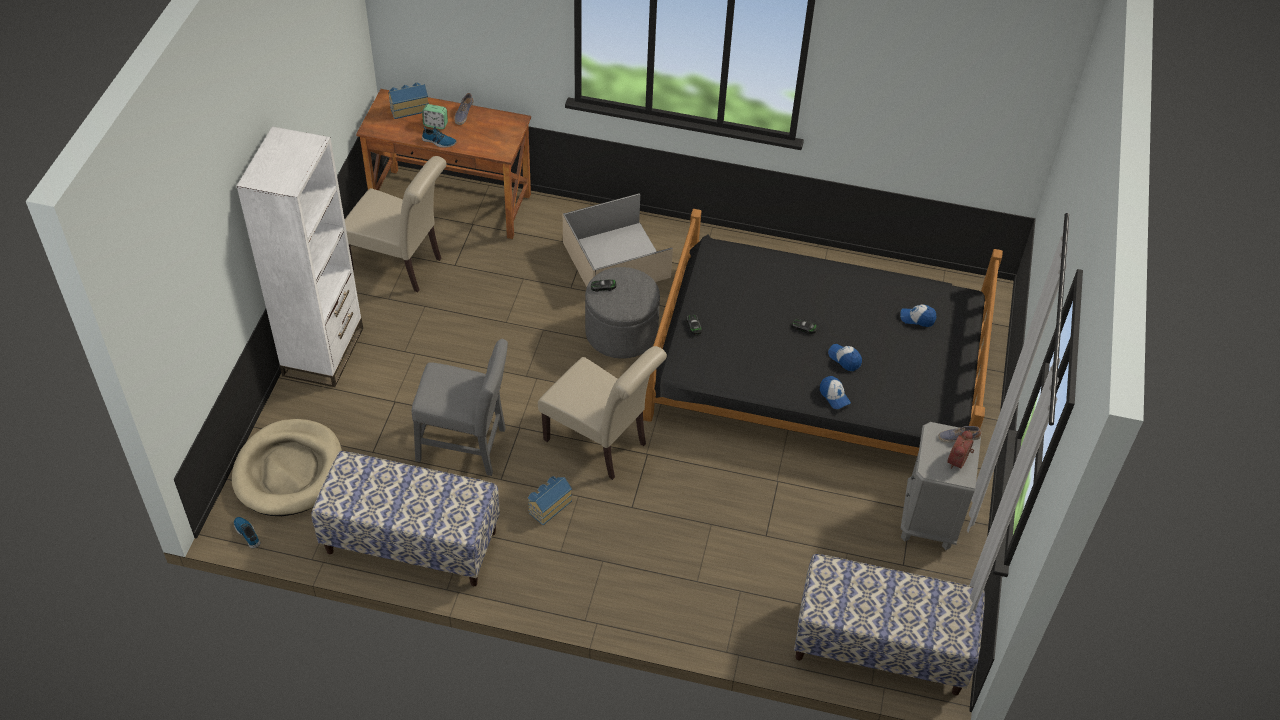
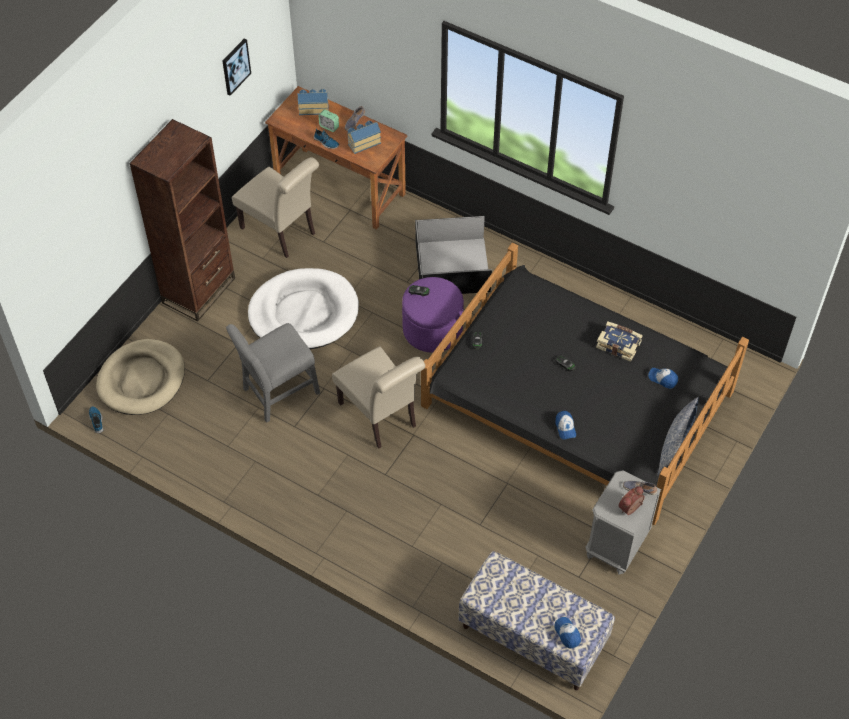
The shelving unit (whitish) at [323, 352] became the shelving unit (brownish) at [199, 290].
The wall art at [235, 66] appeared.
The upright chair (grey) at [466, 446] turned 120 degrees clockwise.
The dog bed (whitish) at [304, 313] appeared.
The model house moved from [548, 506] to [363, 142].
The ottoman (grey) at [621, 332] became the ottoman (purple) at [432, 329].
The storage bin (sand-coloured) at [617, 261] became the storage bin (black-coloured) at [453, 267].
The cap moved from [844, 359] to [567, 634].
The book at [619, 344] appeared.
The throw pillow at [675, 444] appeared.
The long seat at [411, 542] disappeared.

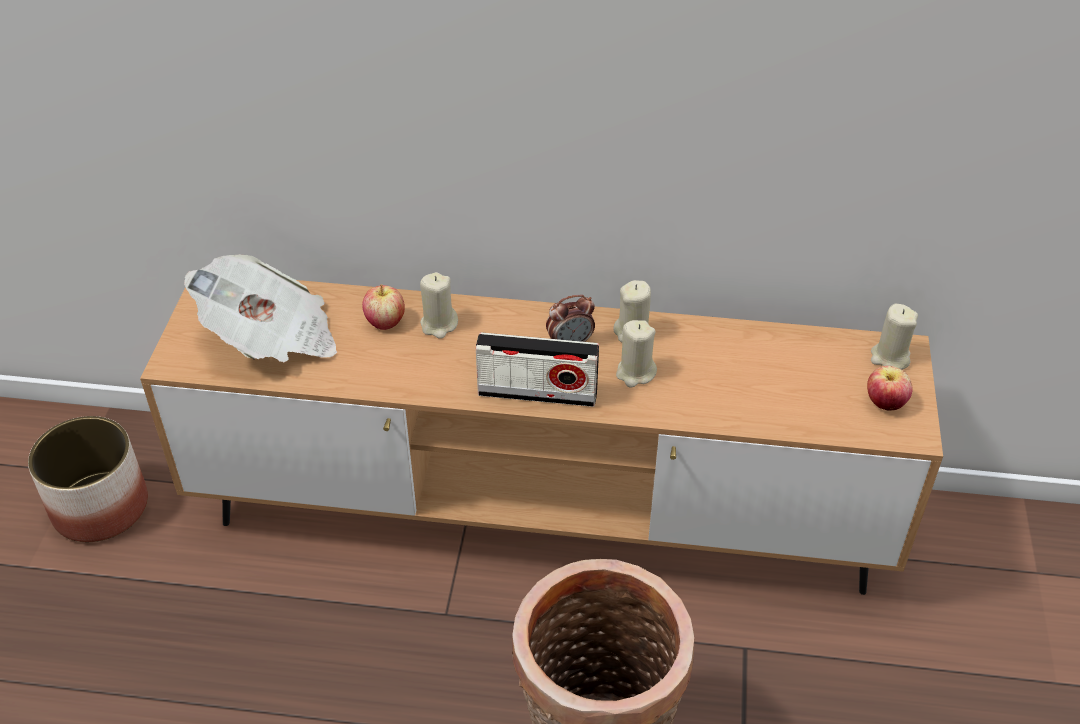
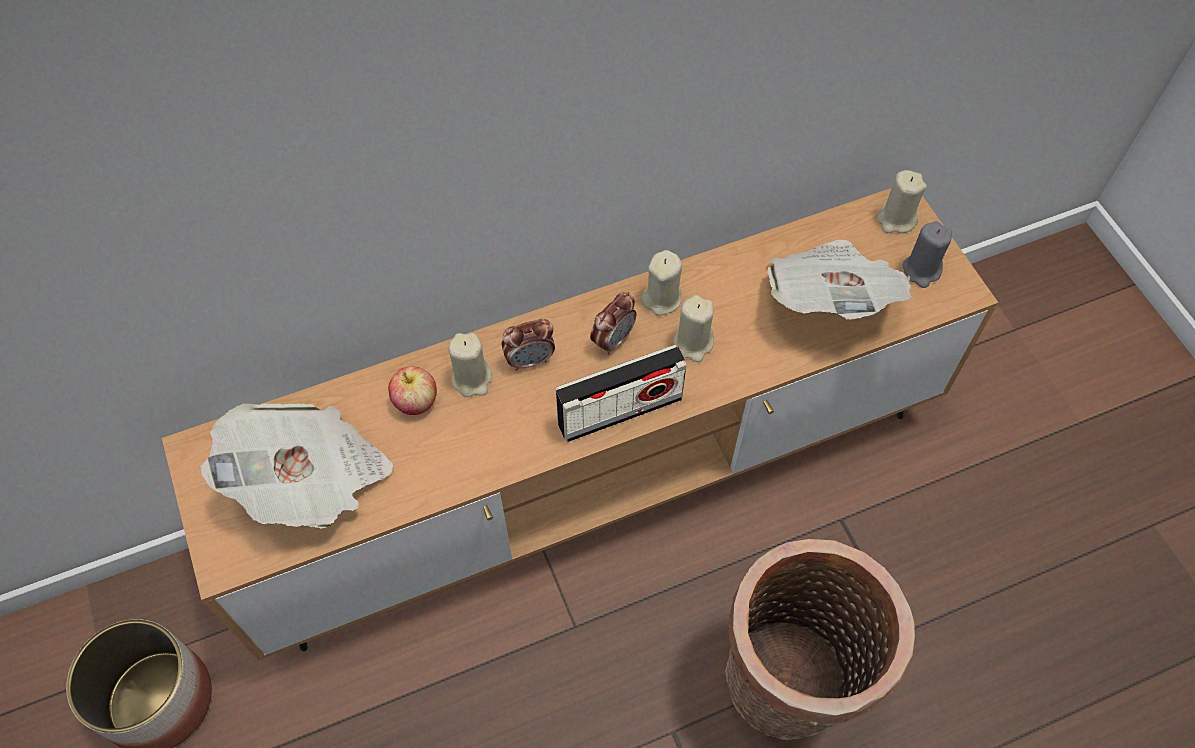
The alarm clock at [530, 360] appeared.
The printed paper at [830, 299] appeared.
The whole apple at [885, 403] was replaced by the wax candle (grey) at [921, 270].

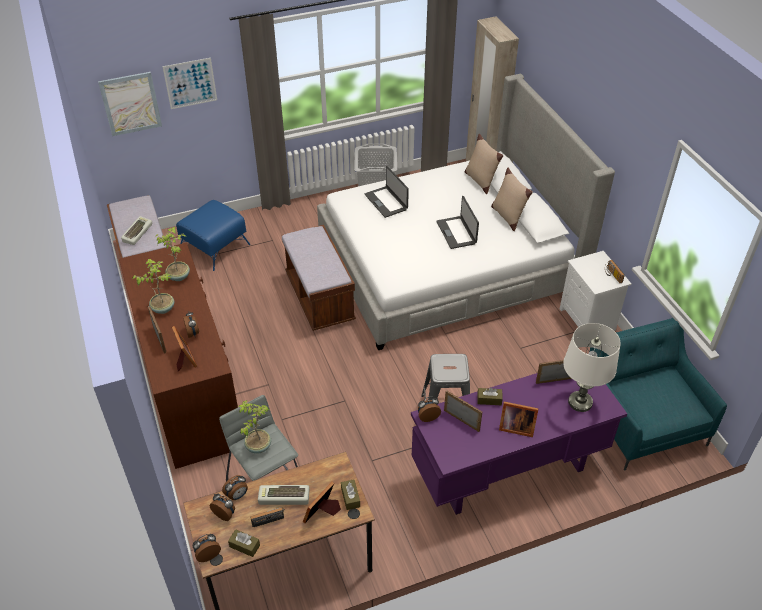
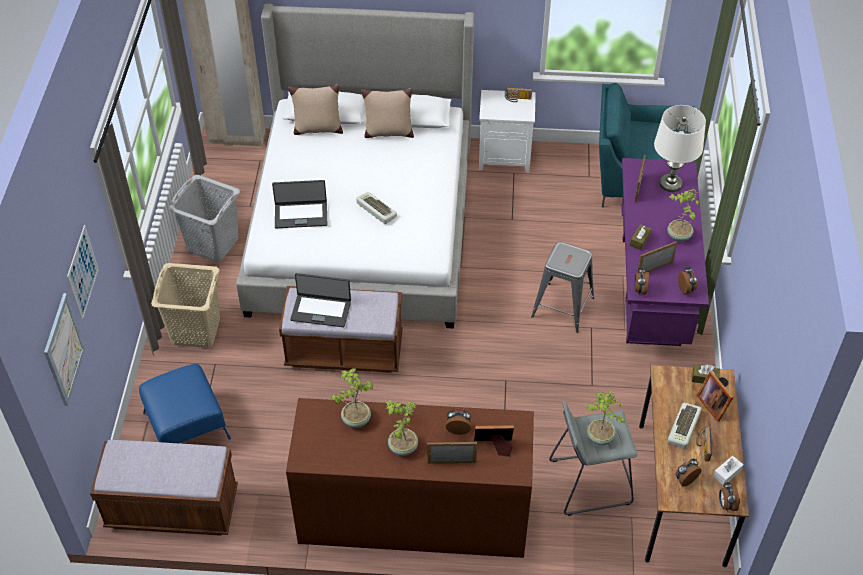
The hamper (sand-coloured) at [195, 330] appeared.
The portable computer moved from [457, 232] to [321, 310].
The keyboard moved from [137, 232] to [375, 210].
The standing frame at [515, 427] was replaced by the houseplant at [678, 236].
The alarm clock moved from [237, 495] to [686, 289].
The tissue holder (brownish) at [244, 546] became the tissue holder (whitish) at [727, 473].

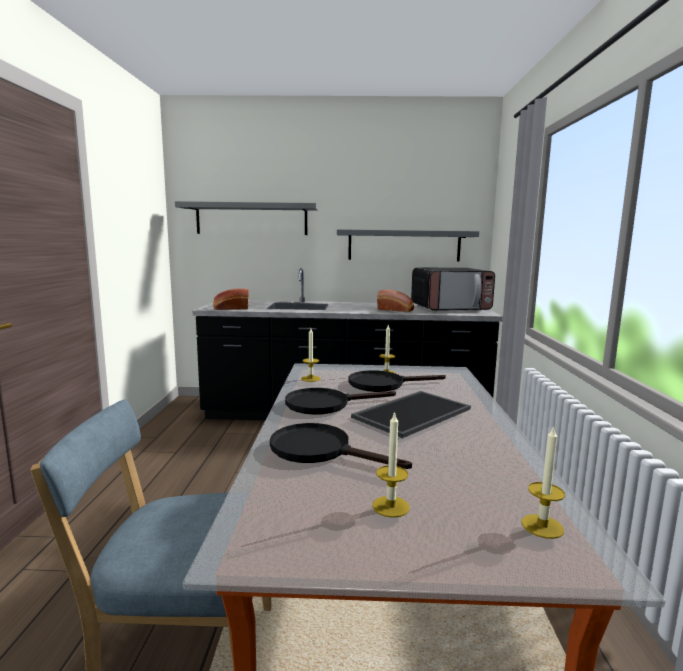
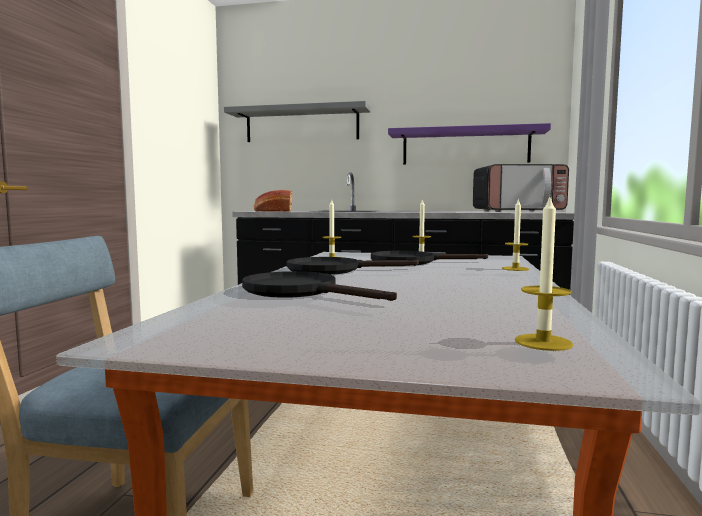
The bracket shelf (grey) at [404, 245] became the bracket shelf (purple) at [465, 147].
The wax candle moved from [390, 506] to [515, 269].
The carrying tray at [411, 412] disappeared.
The baked bread at [396, 310] disappeared.

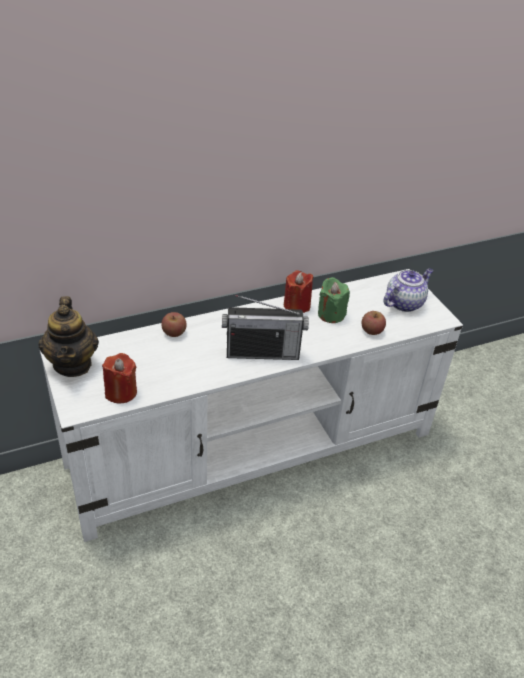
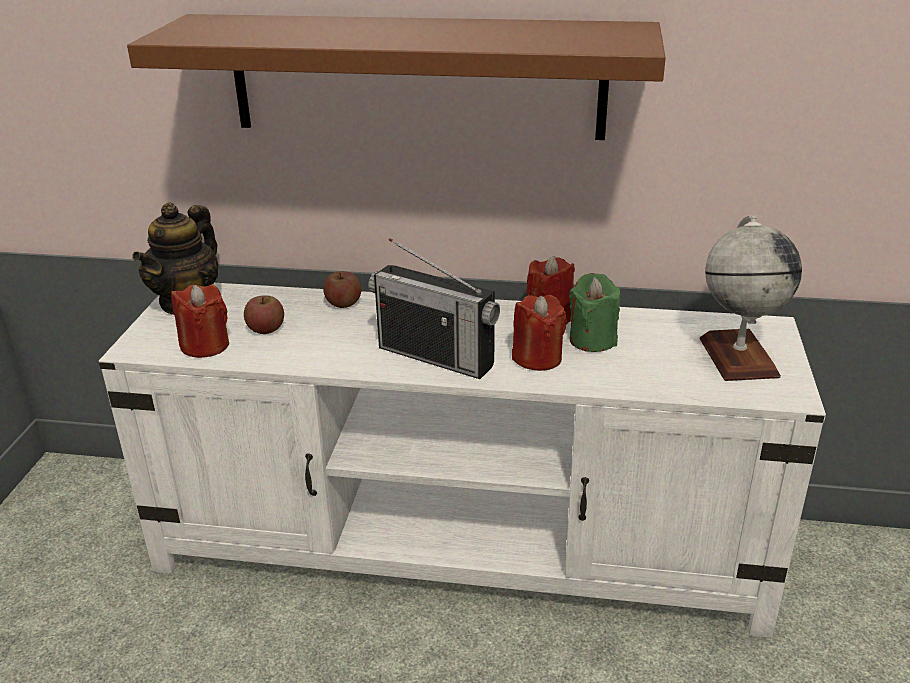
The bracket shelf (brownish) at [416, 76] appeared.
The whole apple moved from [372, 330] to [266, 329].
The wax candle (red) at [537, 358] appeared.
The pot for tea at [404, 303] was replaced by the desk globe at [737, 357].

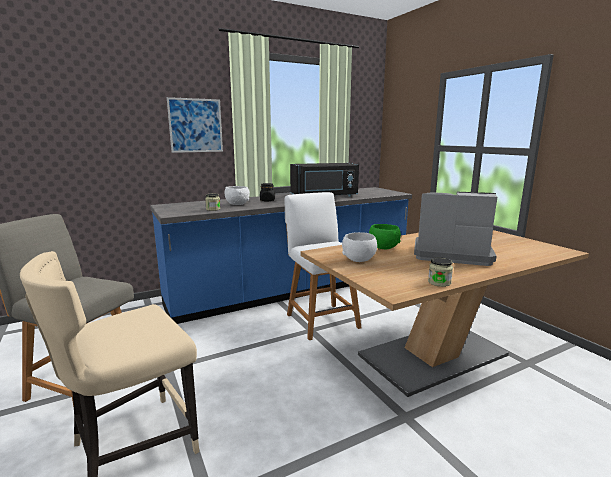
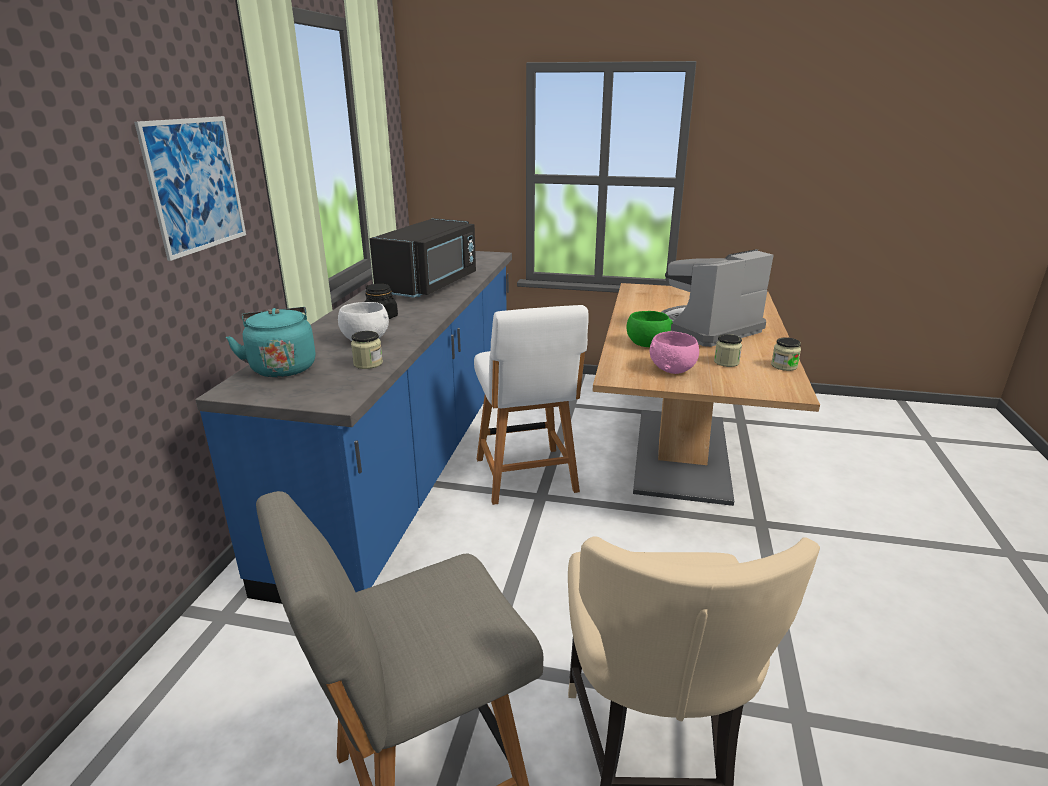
The kettle (turquoise) at [282, 367] appeared.
The upright chair (whitish) at [321, 320] turned 120 degrees counterclockwise.
The bowl (whitish) at [359, 260] became the bowl (pinkish) at [673, 369].
The storage jar at [726, 362] appeared.

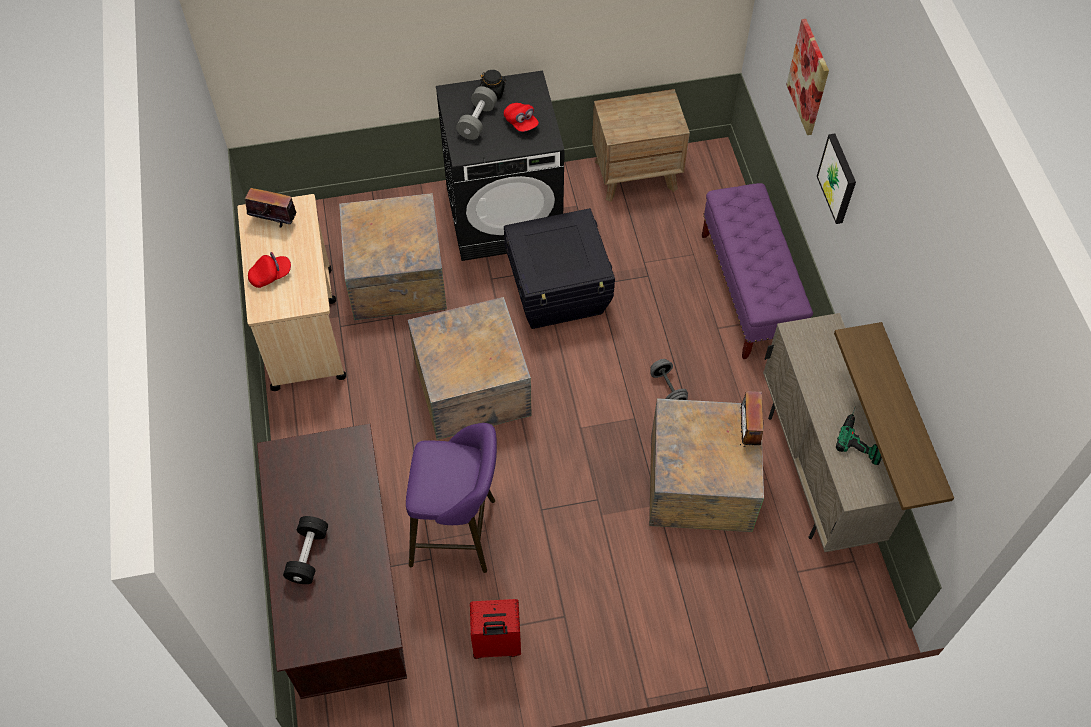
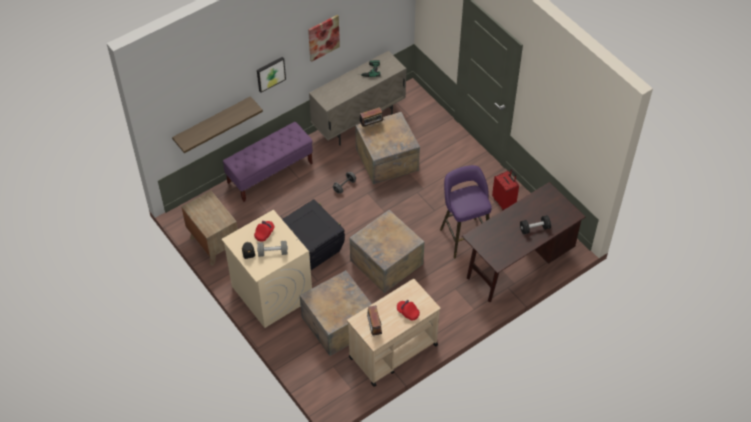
The bracket shelf moved from [910, 417] to [212, 123].
The washing machine (black-coloured) at [504, 215] became the washing machine (sand-coloured) at [271, 292].
The wall art moved from [809, 77] to [323, 37].

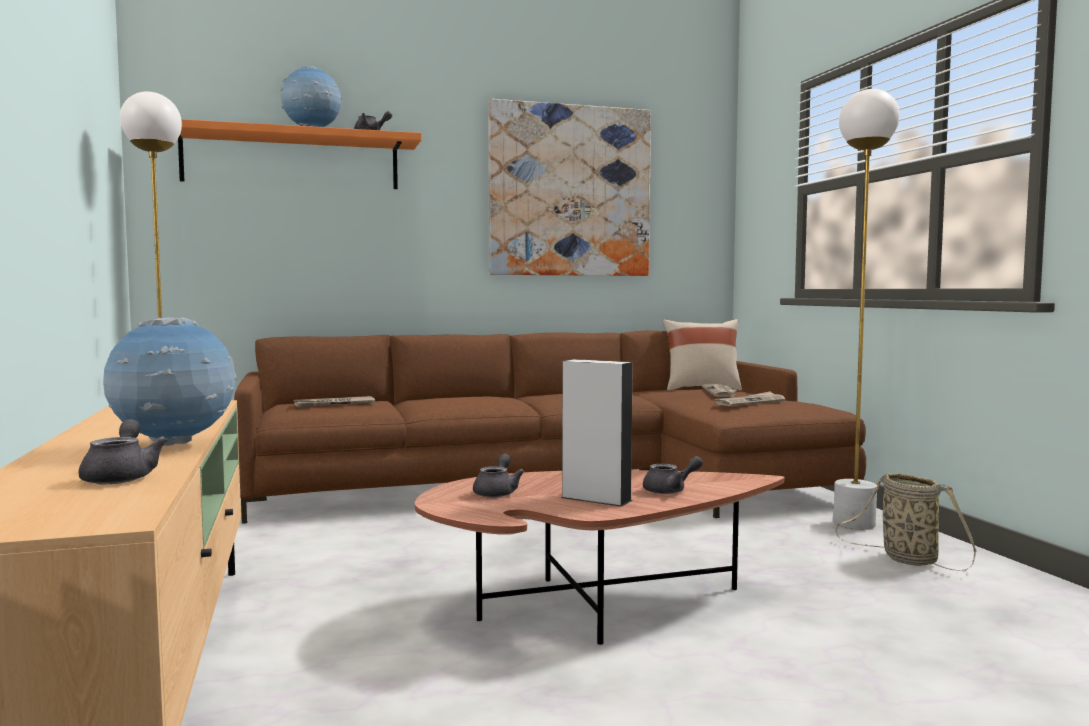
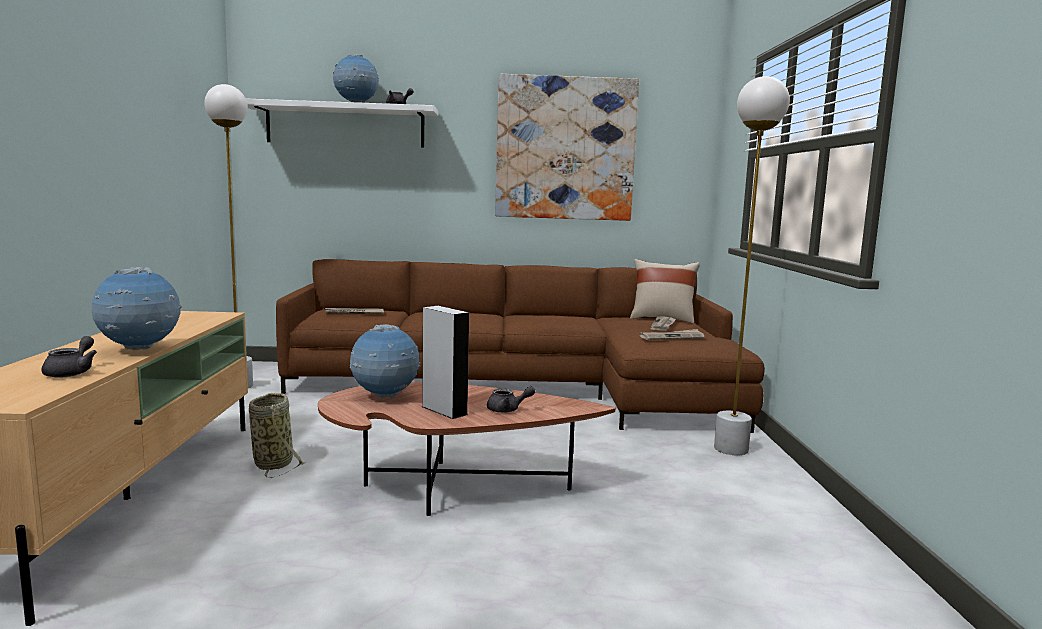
The bracket shelf (orange-coloured) at [292, 160] became the bracket shelf (whitish) at [345, 126].
The household basket moved from [905, 559] to [273, 463].
The pot for tea (grey) at [497, 492] was replaced by the desk globe at [385, 397].

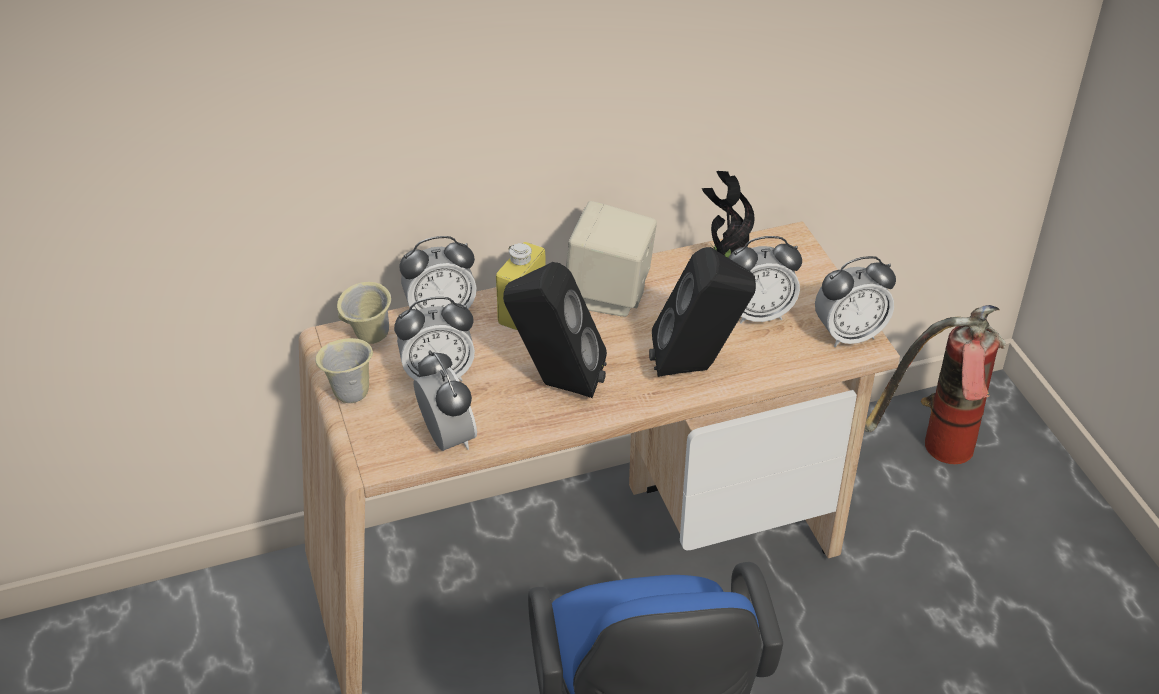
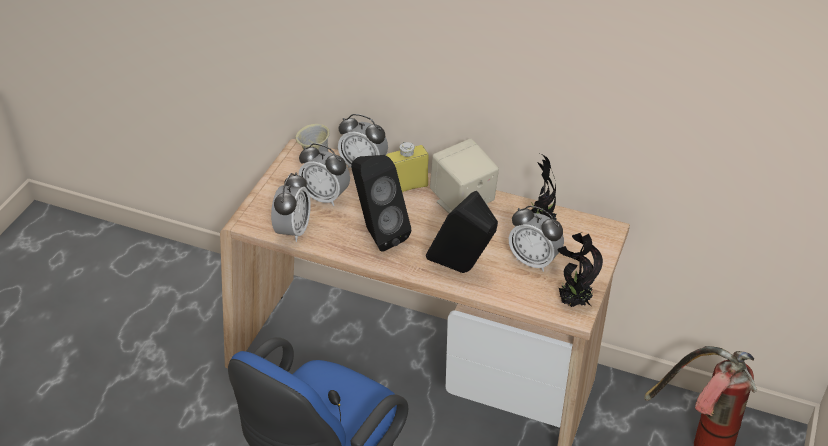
The alarm clock at [849, 335] was replaced by the houseplant at [573, 303].
The tea mug (sand-coloured) at [349, 393] disappeared.

